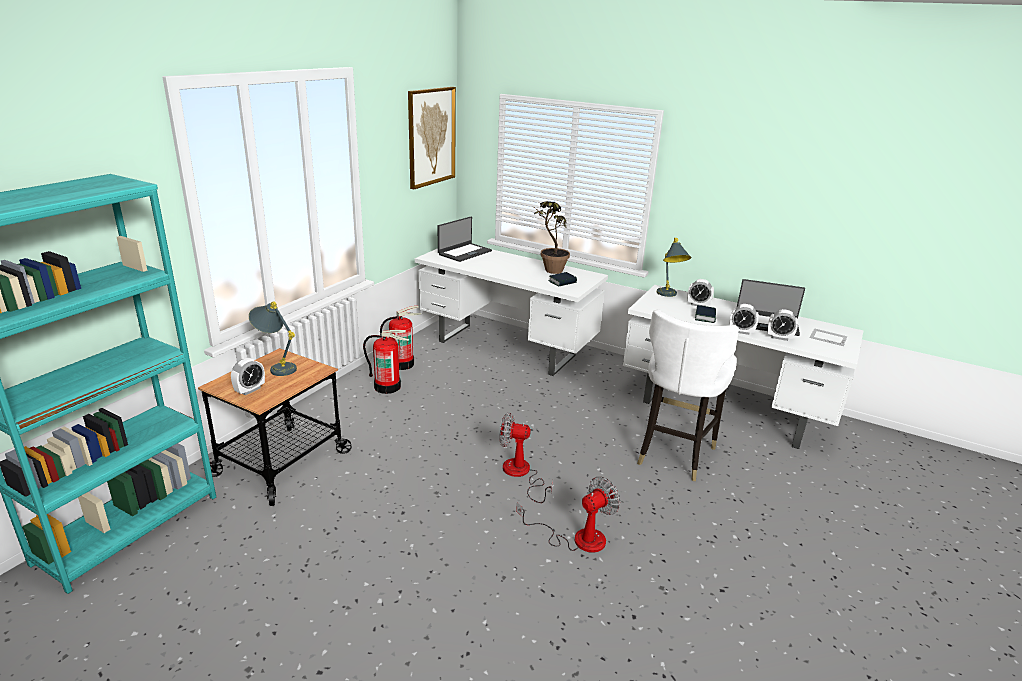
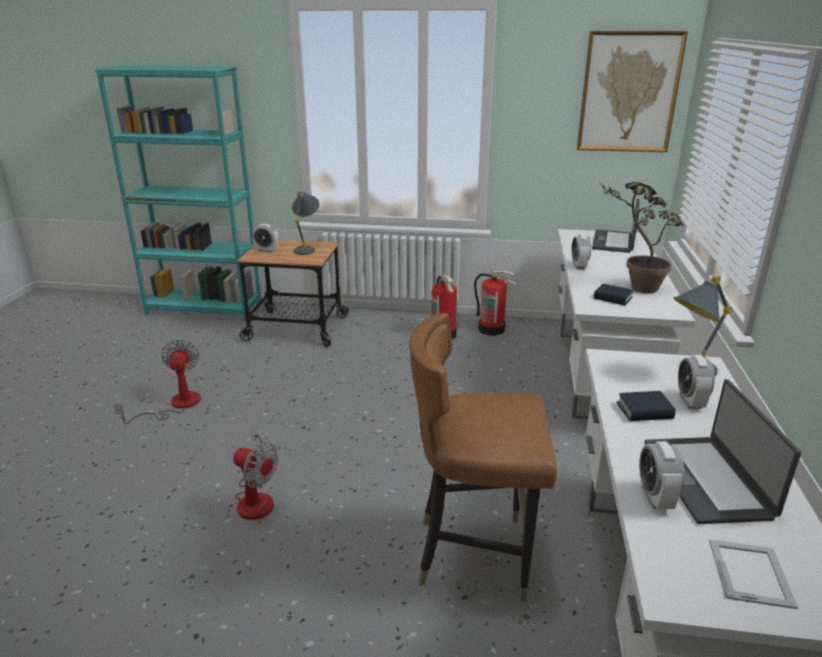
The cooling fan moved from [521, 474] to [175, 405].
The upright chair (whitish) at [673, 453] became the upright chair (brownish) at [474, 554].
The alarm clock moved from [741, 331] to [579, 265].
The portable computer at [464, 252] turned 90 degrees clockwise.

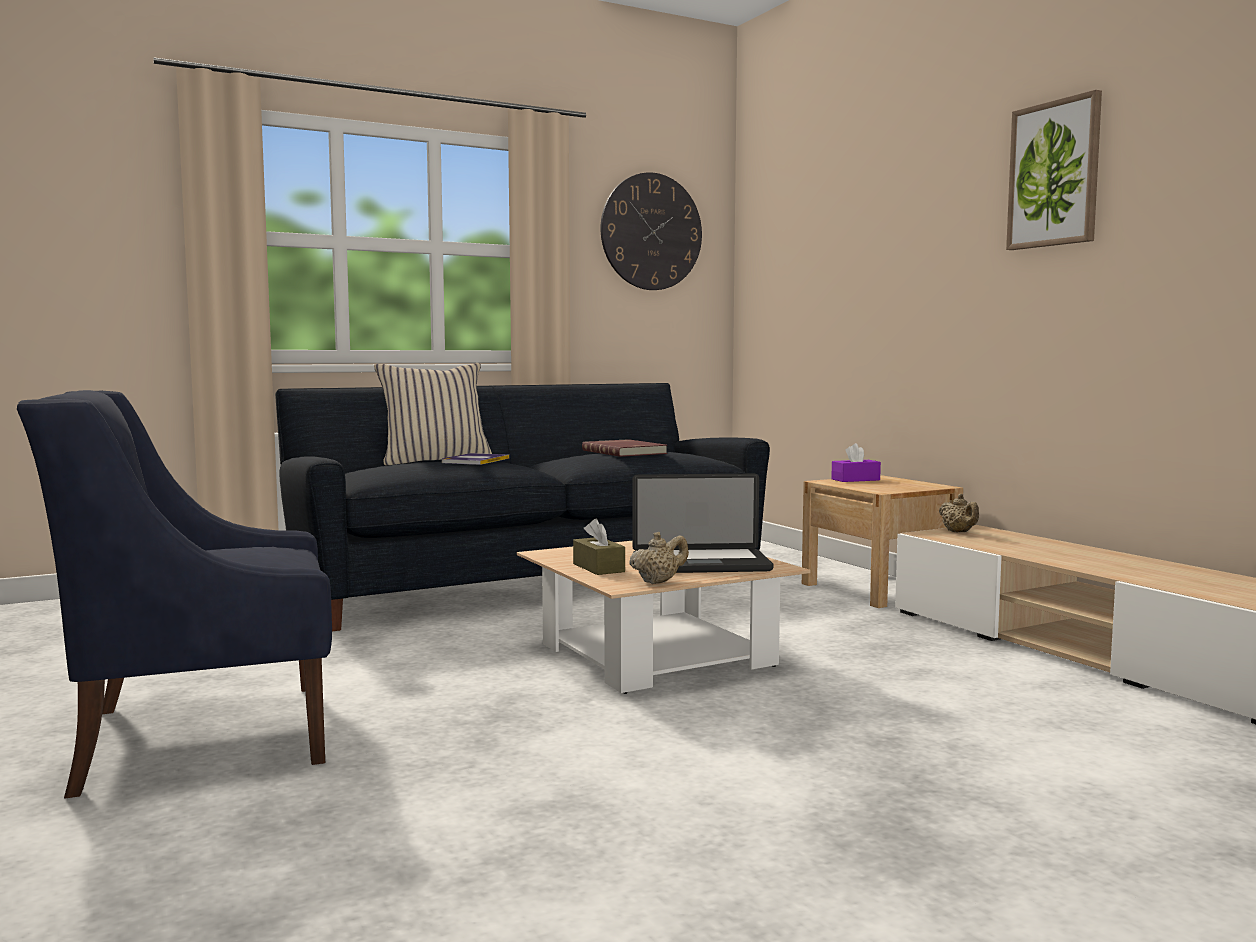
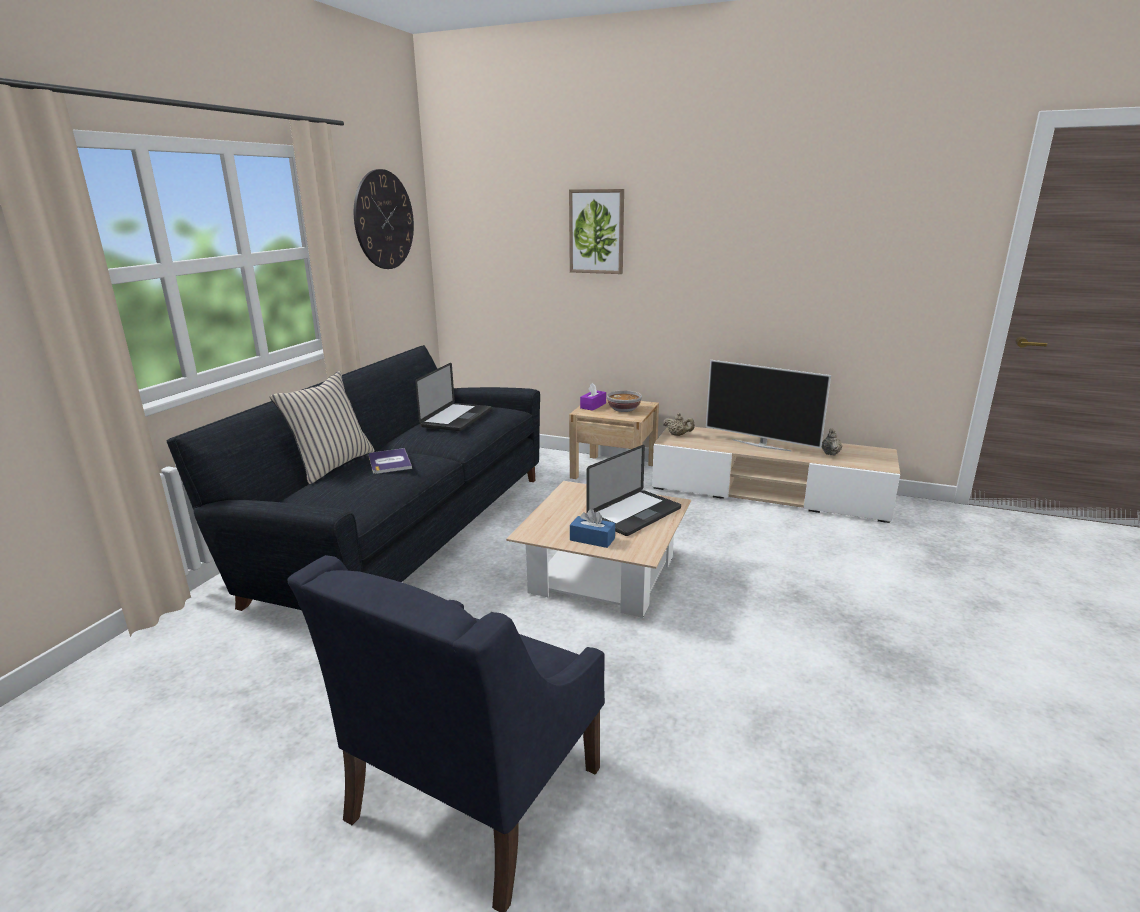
The book (red) at [625, 452] was replaced by the portable computer at [456, 418].
The wall art moved from [1054, 174] to [596, 231].
The tissue holder (brownish) at [598, 568] became the tissue holder (blue) at [592, 539].
The bowl at [624, 409] appeared.
The TV set at [761, 445] appeared.
The pot for tea (sand-coloured) moved from [658, 582] to [830, 453].

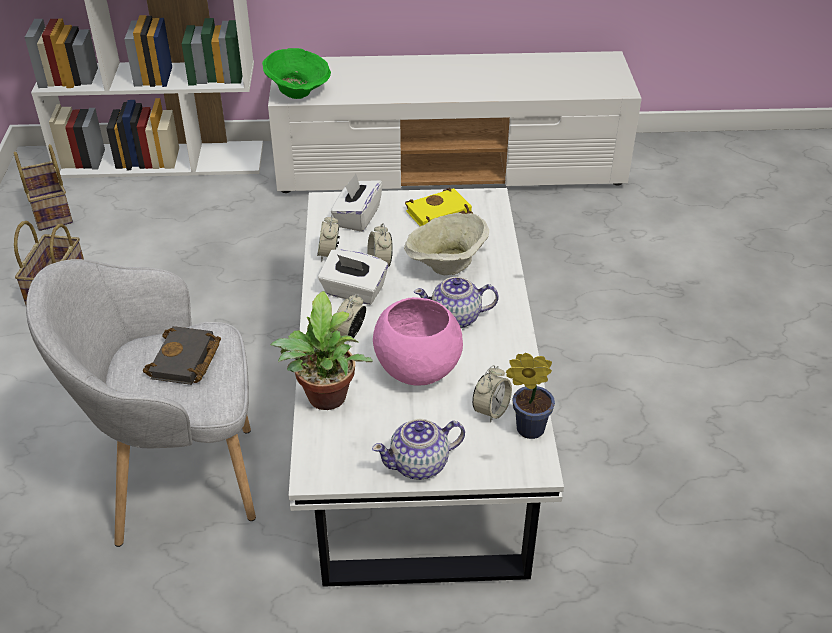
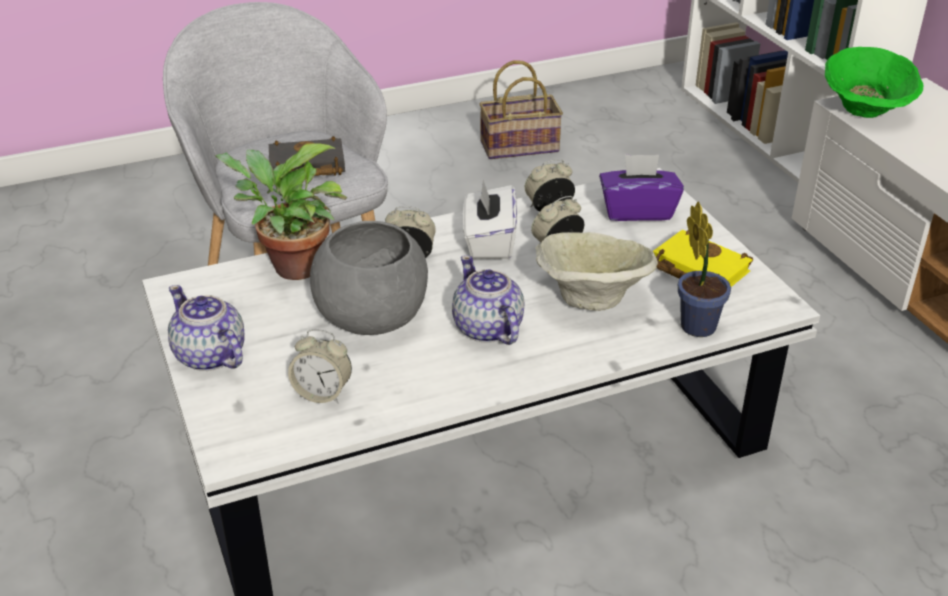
The bowl (pinkish) at [417, 370] became the bowl (grey) at [372, 319].
The tissue holder (whitish) at [357, 217] became the tissue holder (purple) at [637, 211].
The houseplant moved from [526, 428] to [696, 324].
The household basket at [49, 210] disappeared.

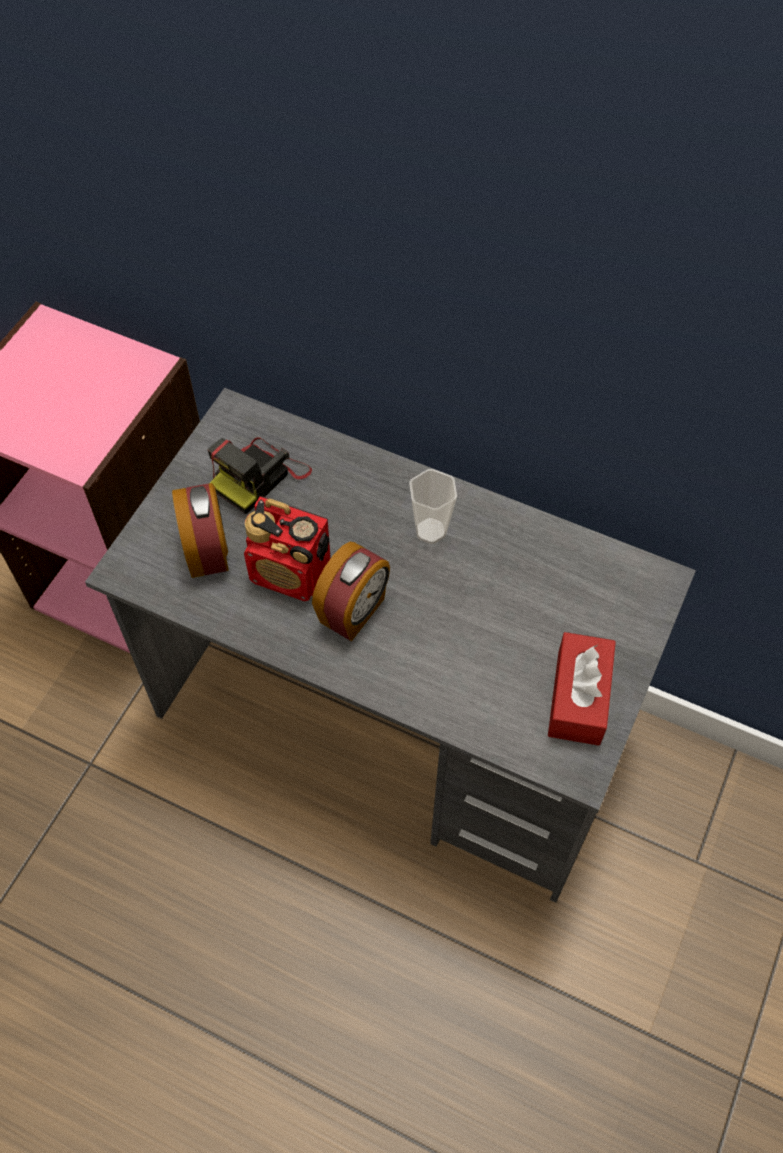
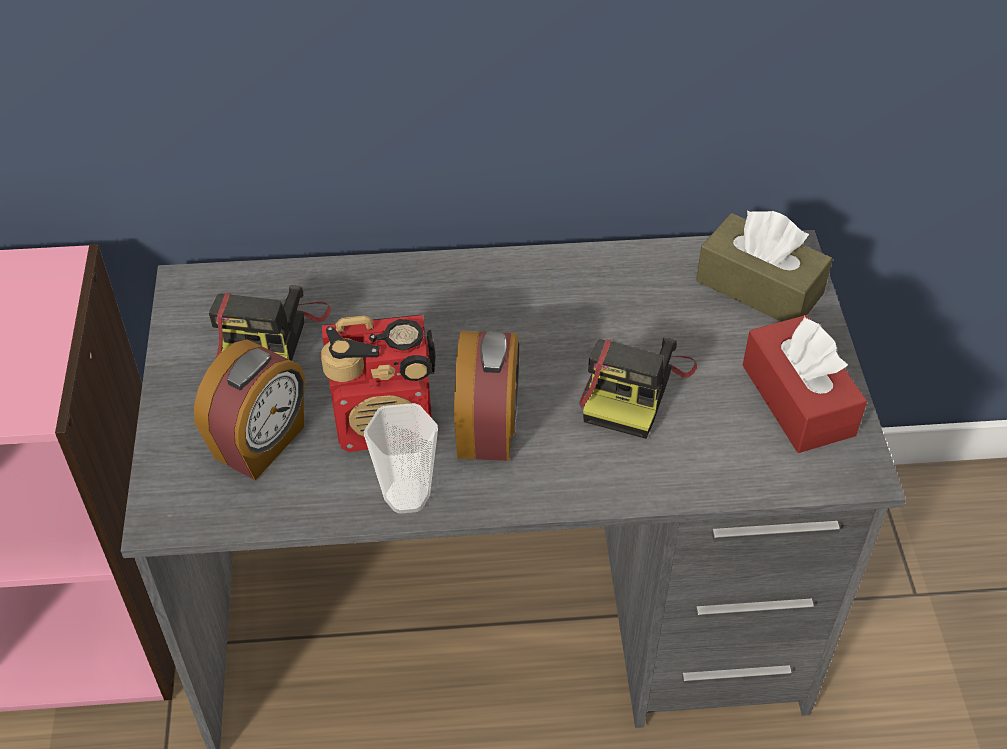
The alarm clock at [207, 550] turned 75 degrees clockwise.
The drinking cup moved from [430, 531] to [407, 495].
The photo camera at [633, 388] appeared.
The tissue holder (brownish) at [759, 287] appeared.

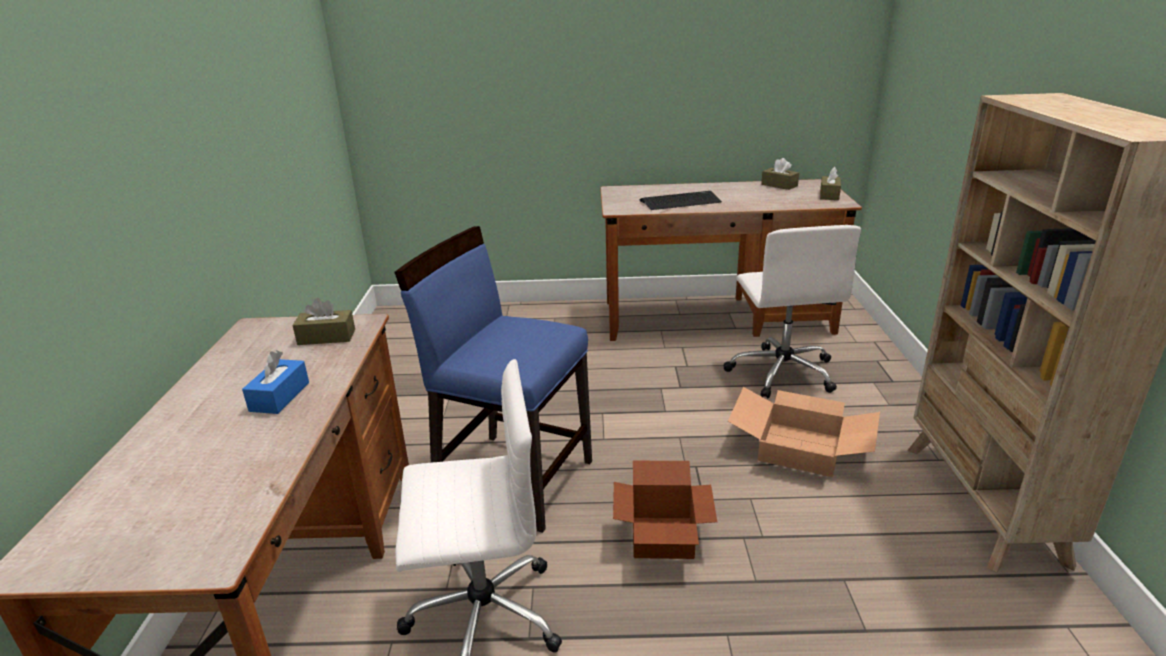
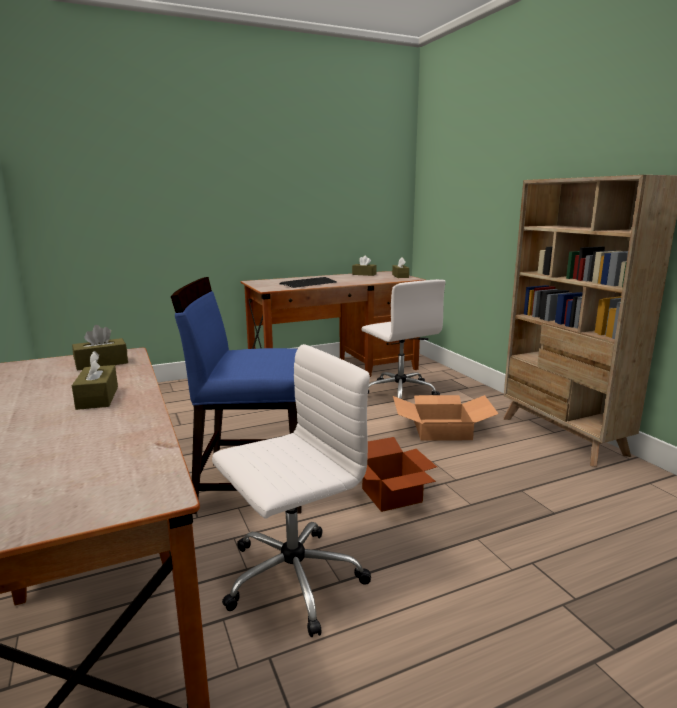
The tissue holder (blue) at [279, 396] became the tissue holder (brownish) at [97, 398].

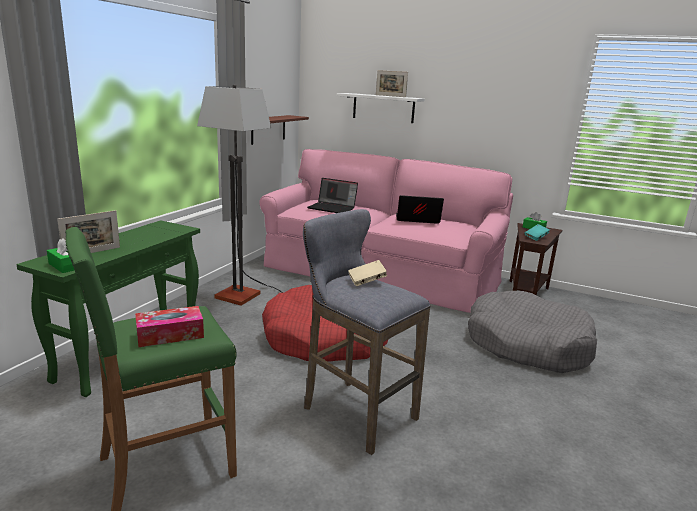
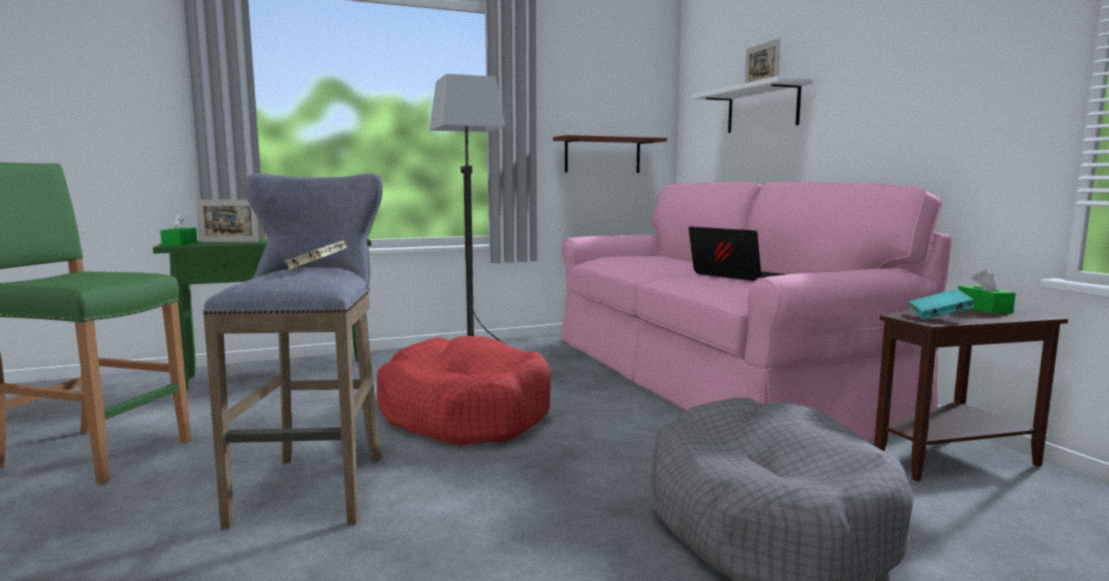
The tissue holder at [170, 335] disappeared.
The portable computer at [333, 208] disappeared.

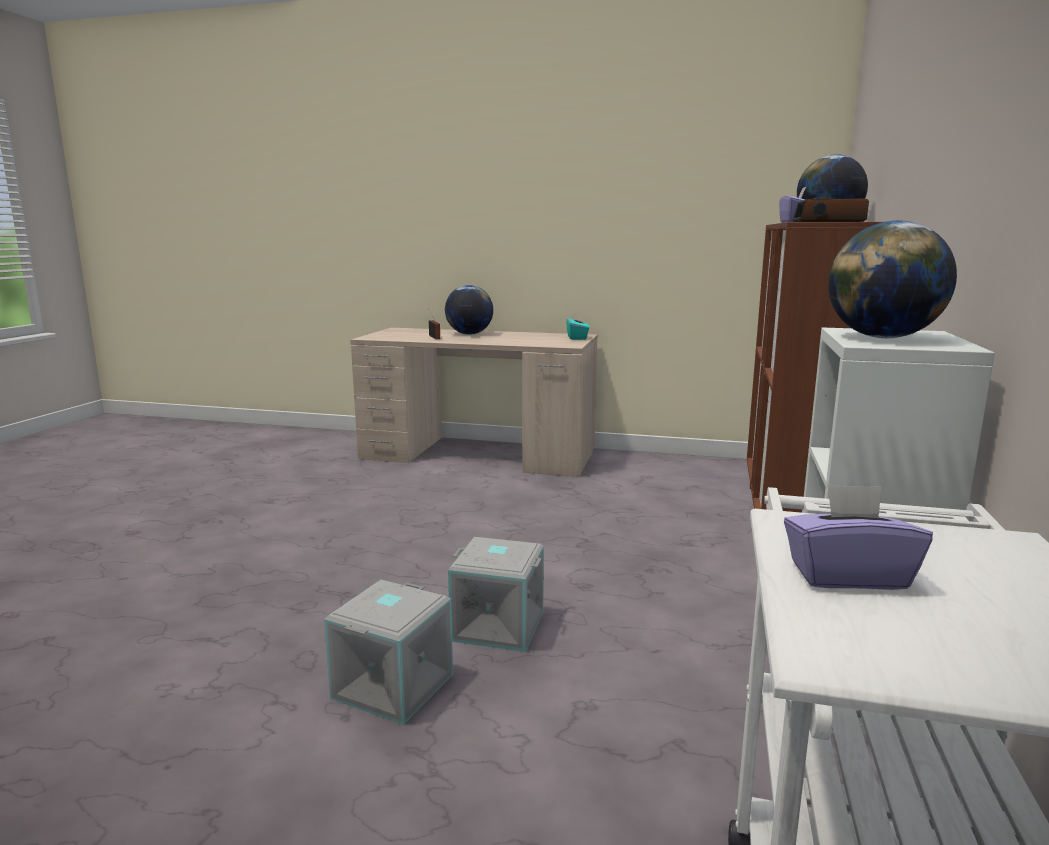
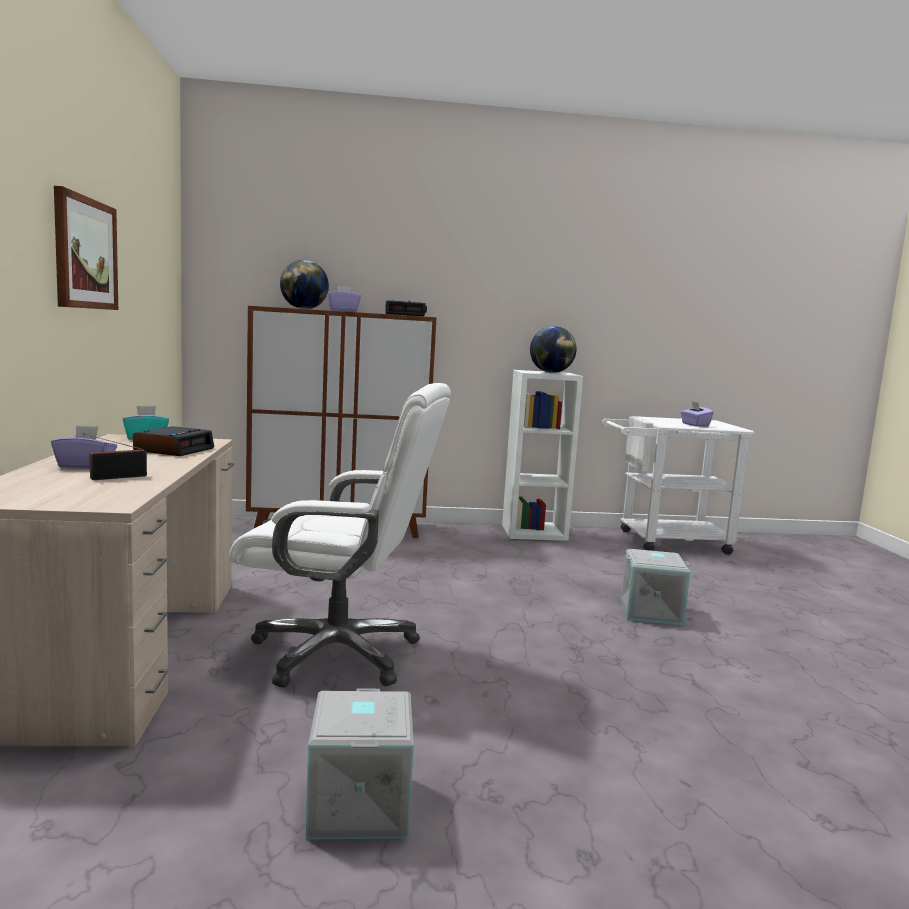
The desk globe at [469, 334] was replaced by the tissue holder (purple) at [85, 466].
The wall art at [85, 253] appeared.
The alarm clock at [174, 449] appeared.
The computer chair (whitish) at [338, 653] appeared.
The storage bin (grey) moved from [499, 625] to [357, 804].

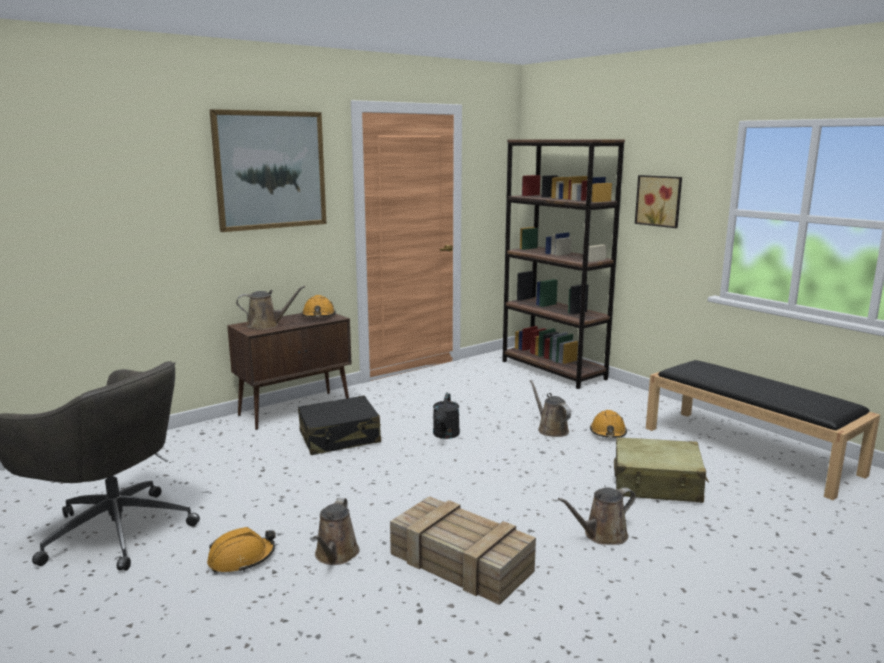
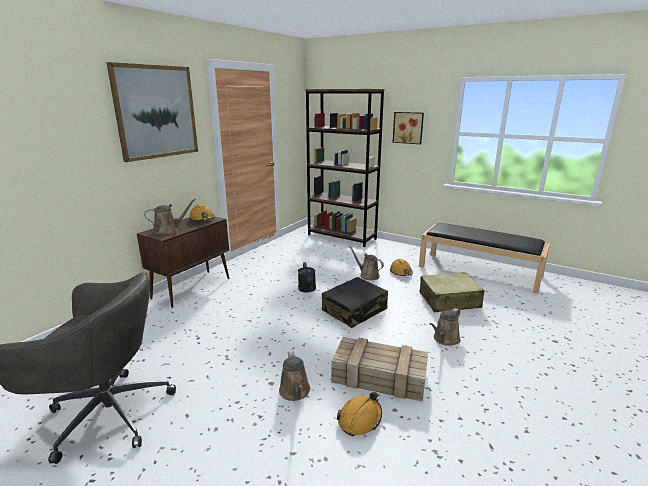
The travel case (black-coloured) moved from [340, 438] to [354, 310].
The work helmet (orange-coloured) moved from [241, 559] to [360, 419].

